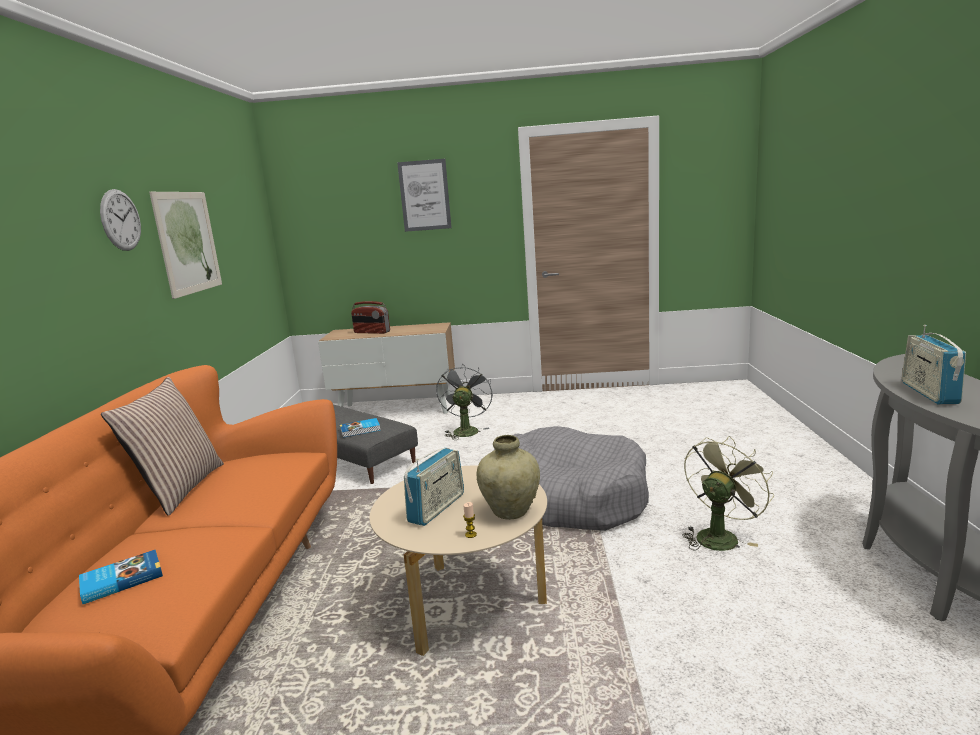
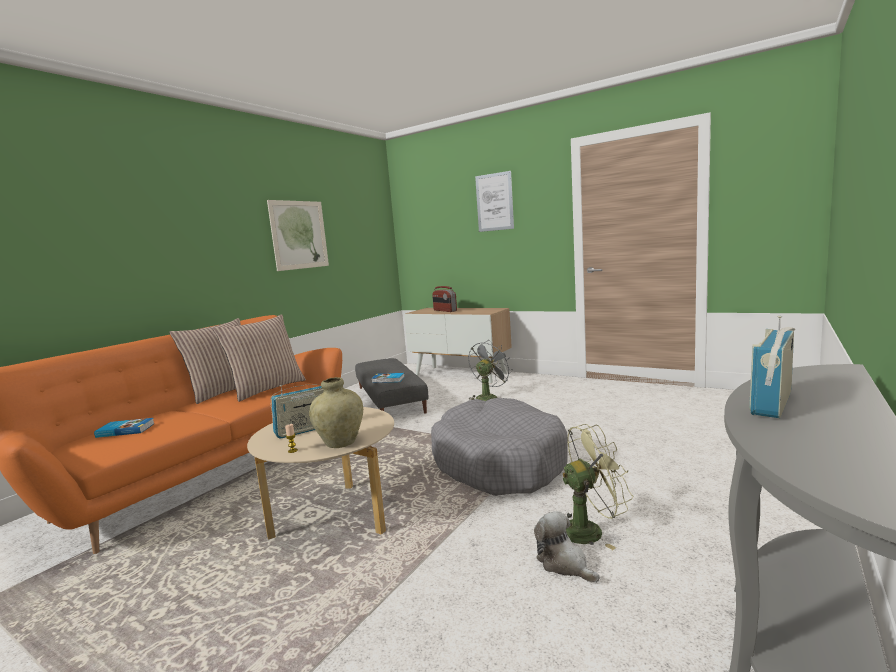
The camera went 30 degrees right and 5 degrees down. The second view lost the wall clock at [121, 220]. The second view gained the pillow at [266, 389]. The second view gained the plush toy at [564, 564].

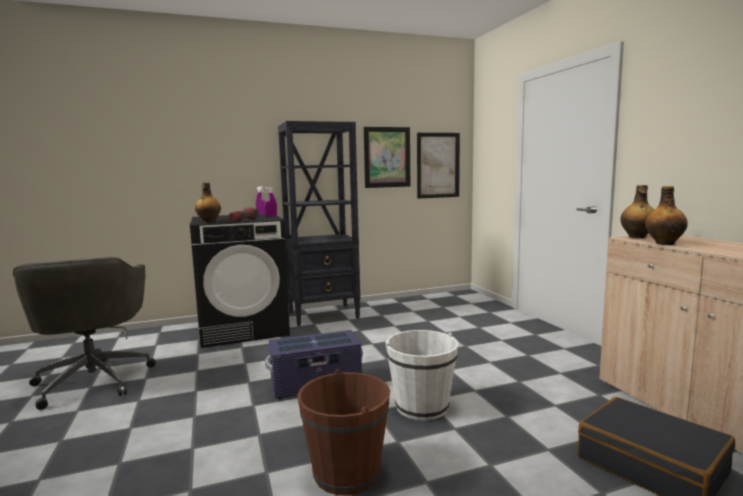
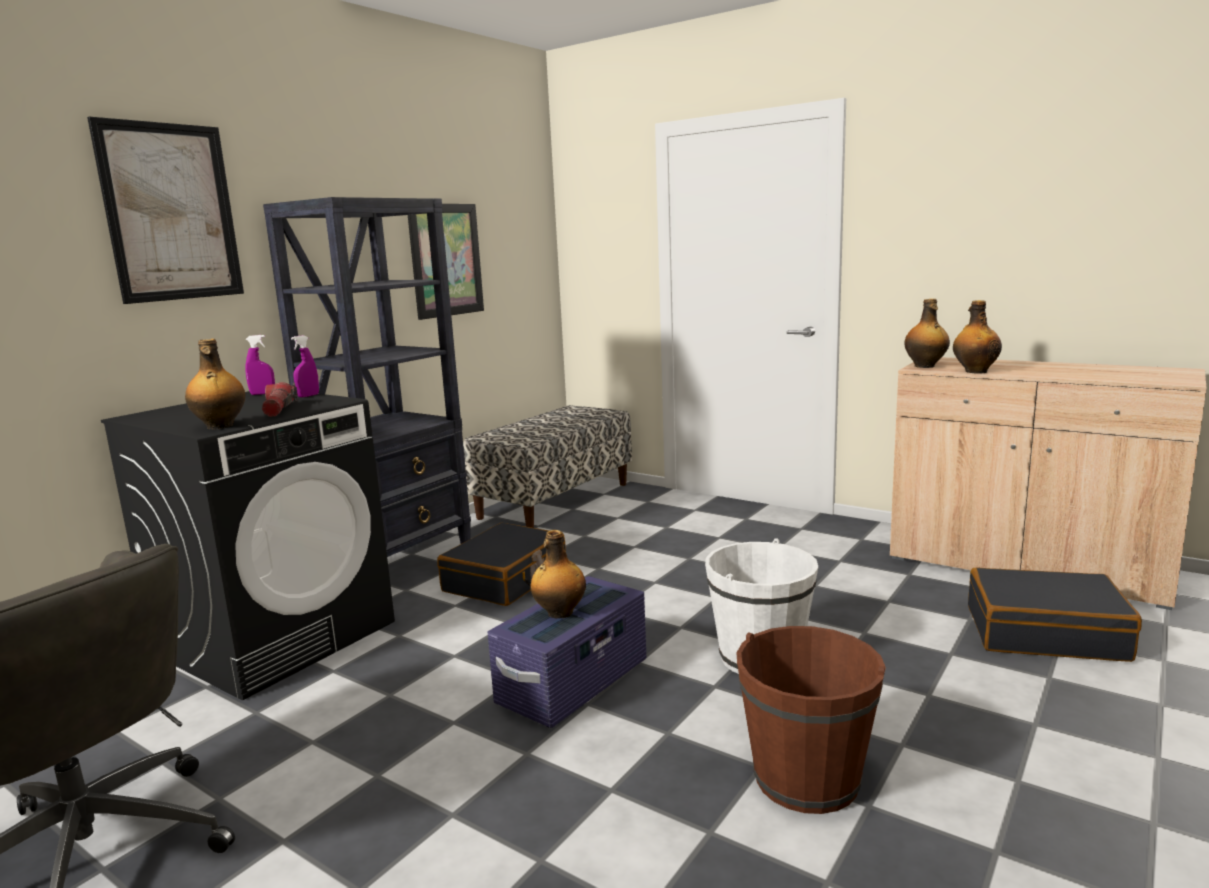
The camera went 35 degrees left and 5 degrees up. The picture ended up elsewhere, having gone from [438, 165] to [171, 212]. The second view gained the bench at [555, 500]. The second view gained the black suitcase at [506, 580]. The second view gained the bottle at [559, 613].

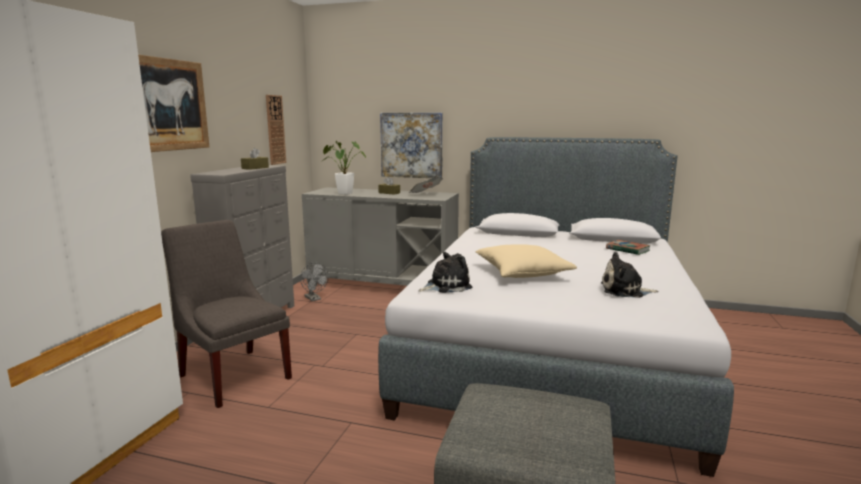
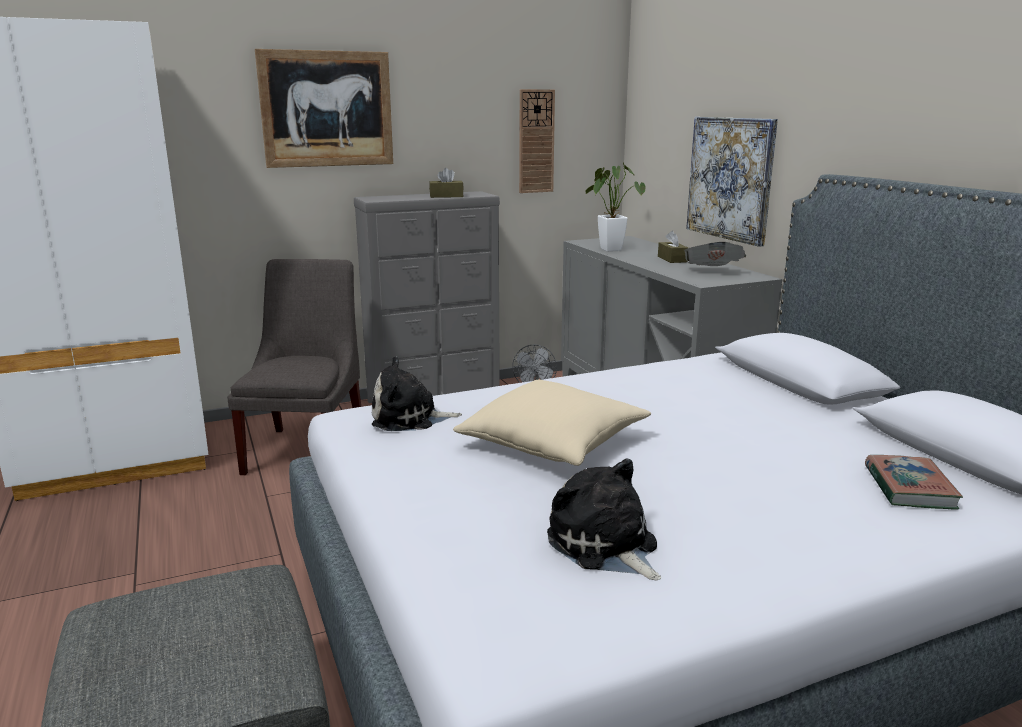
The camera went 50 degrees right and 5 degrees up. The plush toy at [446, 286] ended up facing another way, 150 degrees clockwise from before.

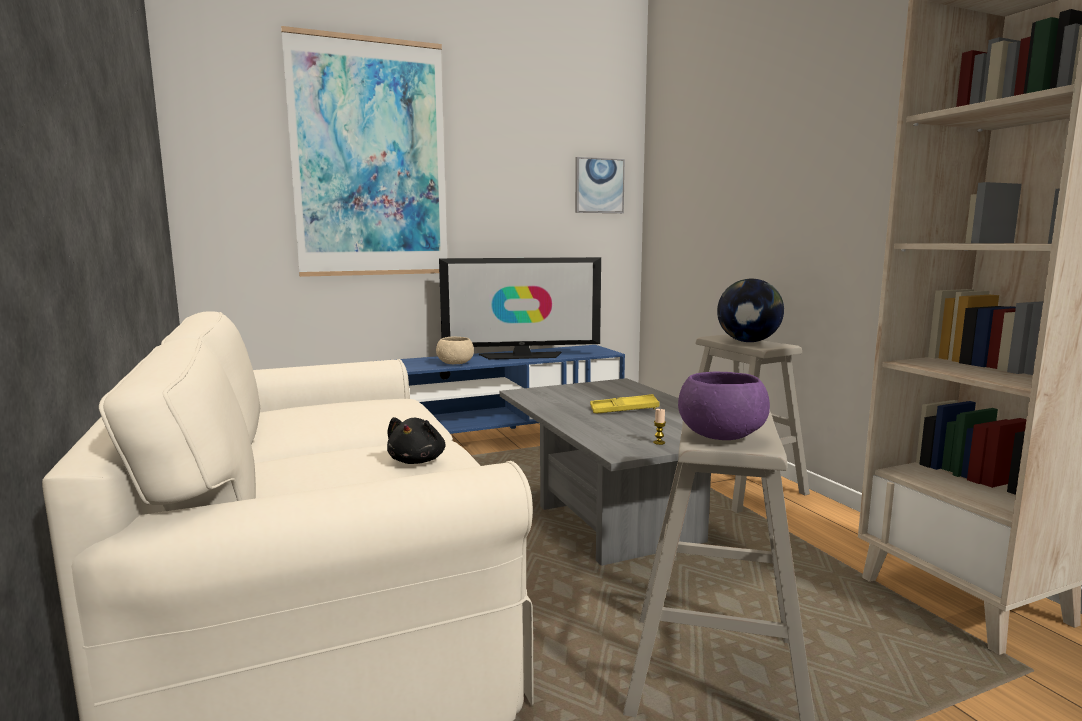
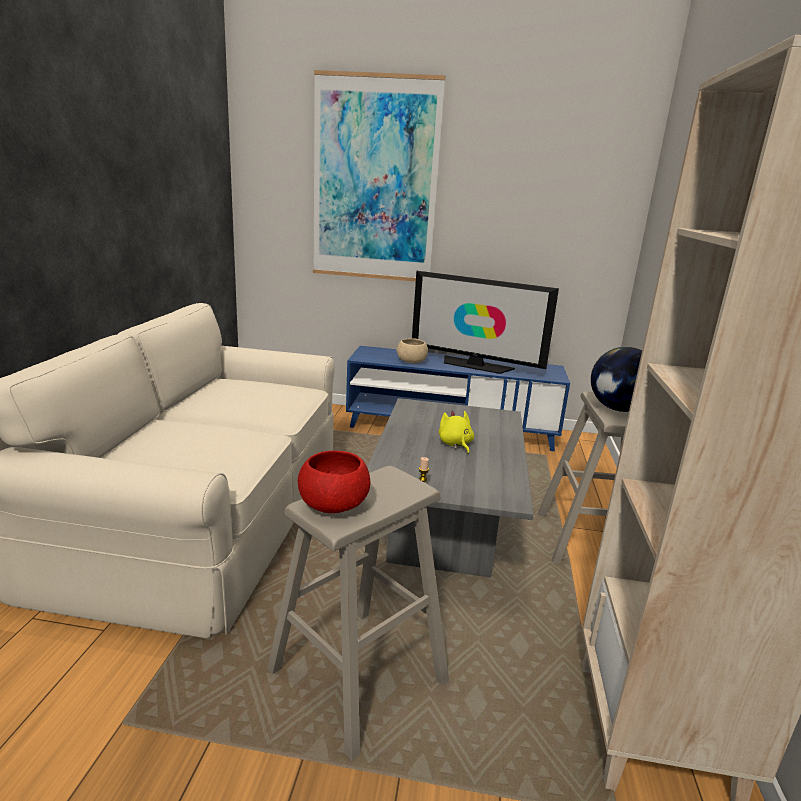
The camera went 30 degrees right and 10 degrees up. The second view lost the picture at [599, 185]. What was the purple bowl at [721, 435] turned into the red bowl at [334, 505]. Where the yellow tray stood at [624, 409], the yellow plush toy came to stand at [455, 444]. The second view lost the black plush toy at [418, 461].

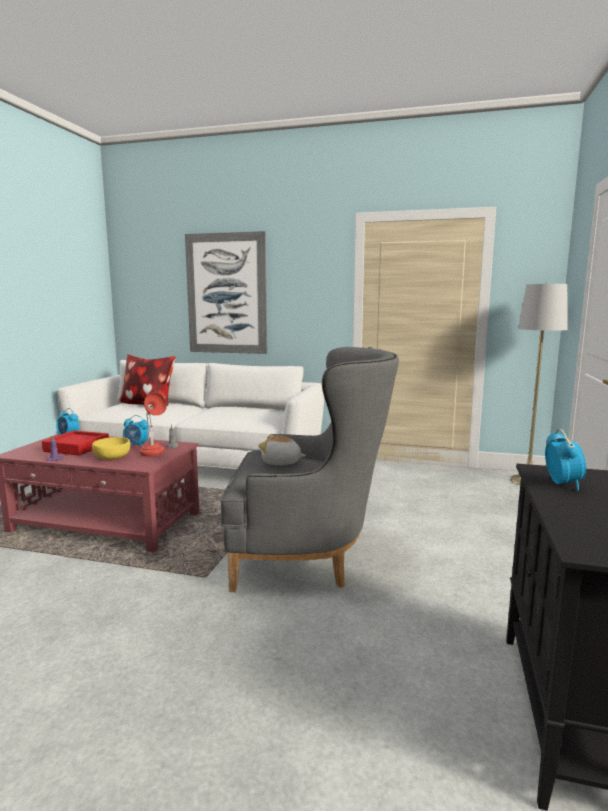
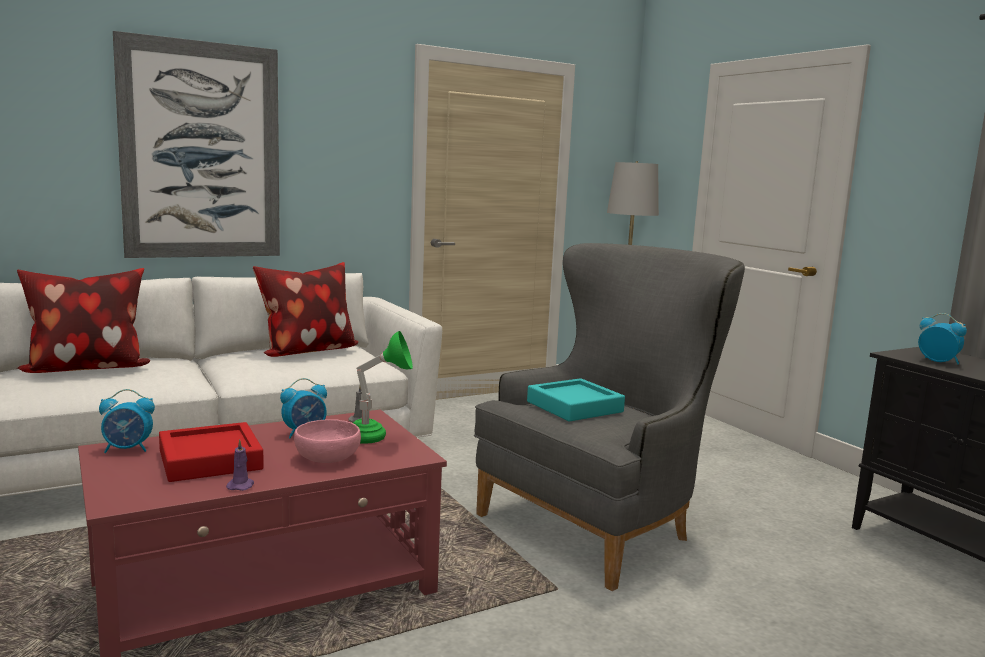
The camera went 45 degrees left and 0 degrees up. What was the red table lamp at [154, 455] turned into the green table lamp at [377, 438]. Where the plush toy stood at [281, 462], the turquoise tray came to stand at [574, 407]. What was the yellow bowl at [112, 457] turned into the pink bowl at [326, 458]. The second view gained the pillow at [307, 351].

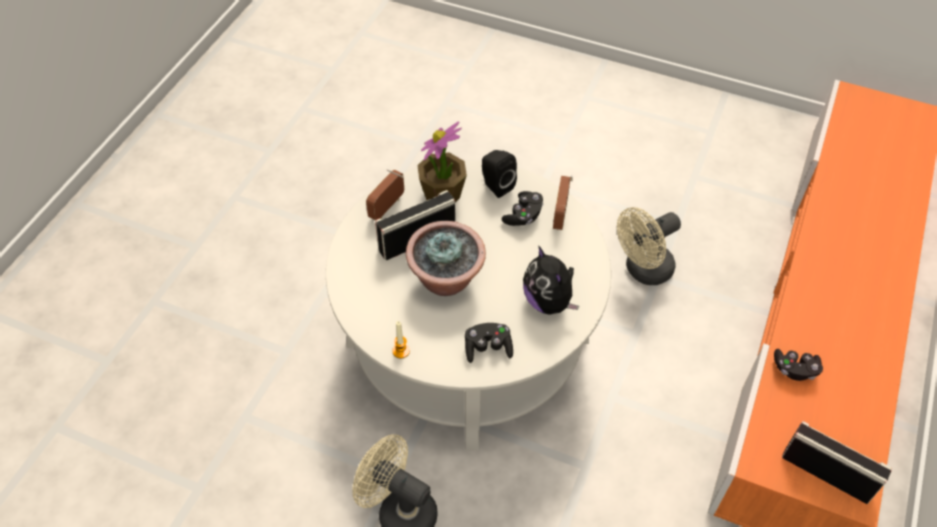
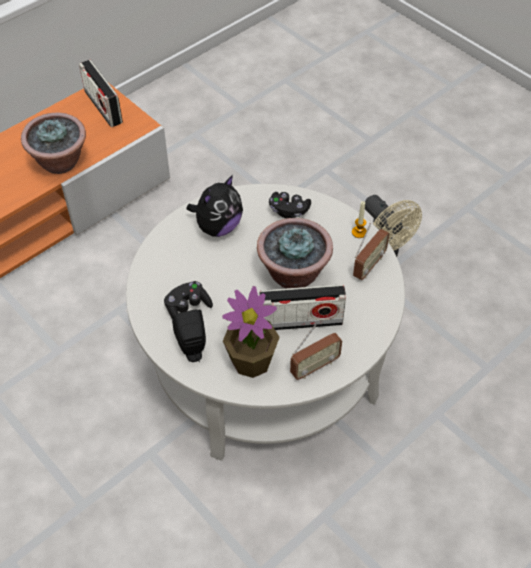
The camera went 155 degrees left and 0 degrees up. The radio ended up elsewhere, having gone from [560, 215] to [369, 266]. The second view lost the beige fan at [643, 271]. The plush toy at [549, 302] ended up facing another way, 45 degrees clockwise from before. Where the black game controller stood at [794, 370], the potted plant came to stand at [60, 163].

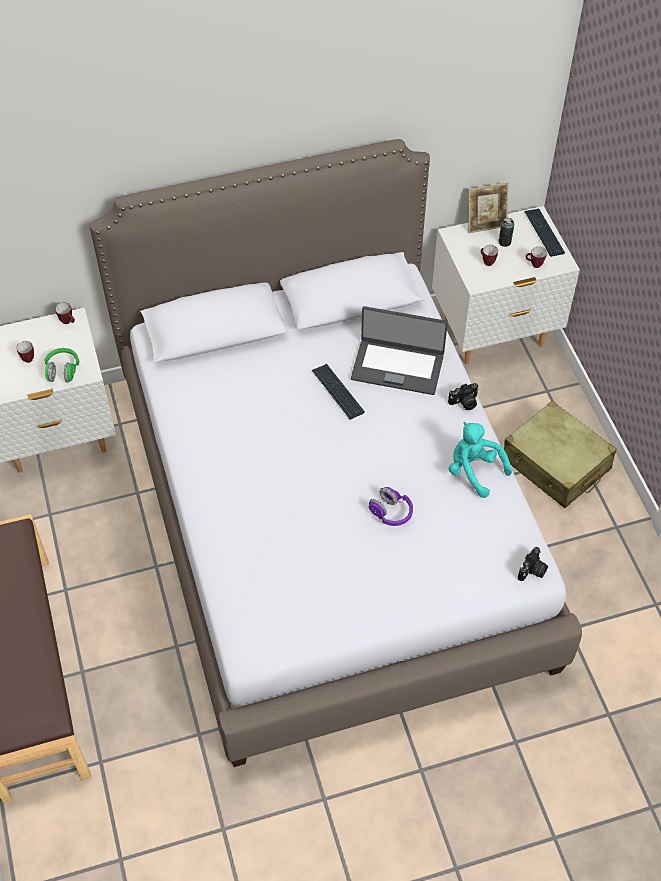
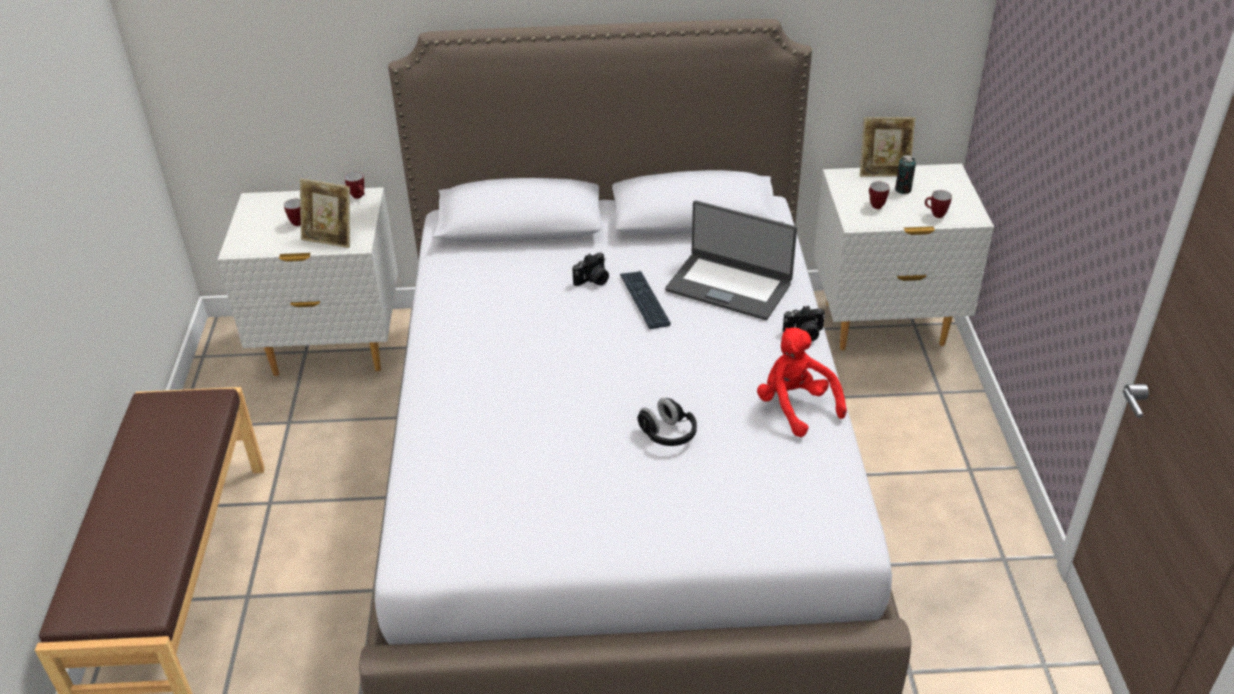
The camera went 15 degrees right and 15 degrees down. The second view lost the keyboard at [544, 233]. Where the green headphones stood at [62, 371], the picture frame came to stand at [330, 238]. The second view lost the beige suitcase at [556, 464]. What was the turquoise plush toy at [474, 470] turned into the red plush toy at [795, 406]. What was the purple headphones at [391, 512] turned into the black headphones at [667, 434]. The photo camera ended up elsewhere, having gone from [532, 571] to [593, 280].

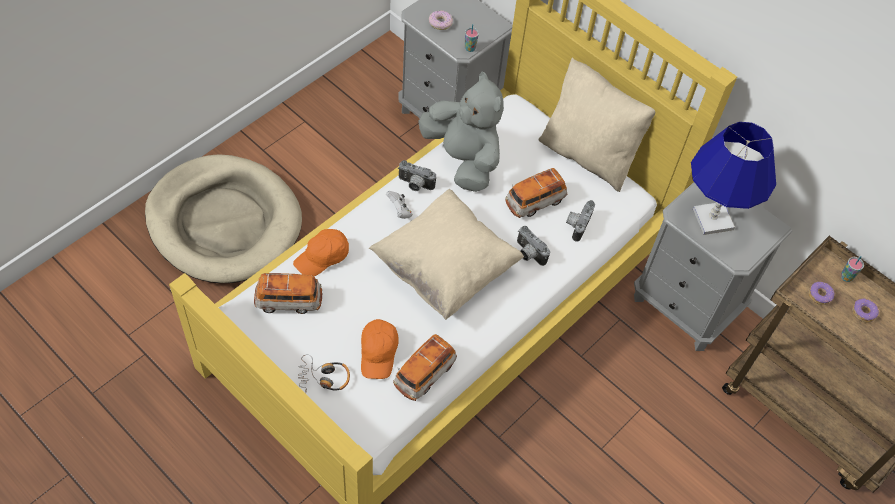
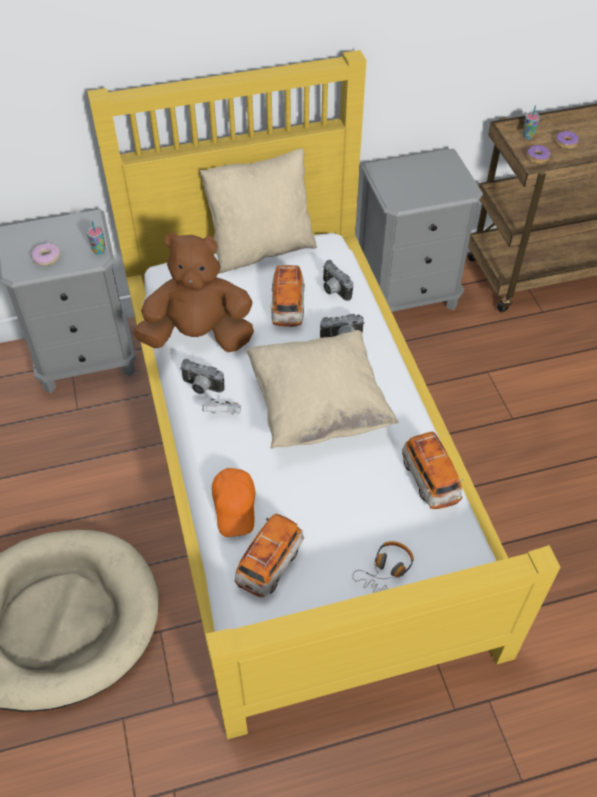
The camera went 55 degrees left and 5 degrees down. What was the grey plush toy at [463, 159] turned into the brown plush toy at [199, 336]. The second view lost the blue table lamp at [712, 219]. The photo camera at [415, 185] ended up facing another way, 60 degrees clockwise from before. The second view lost the orange cap at [378, 353].

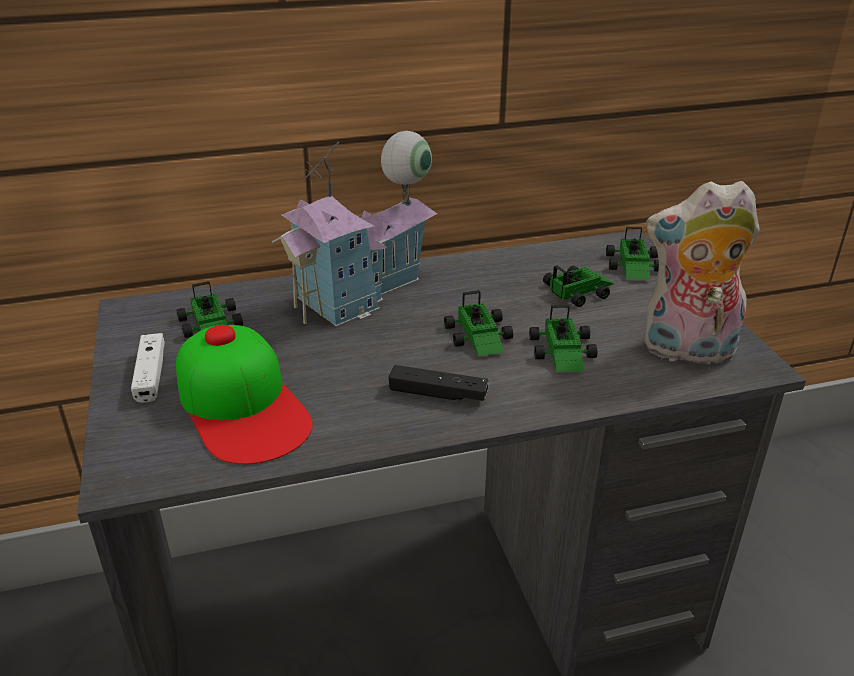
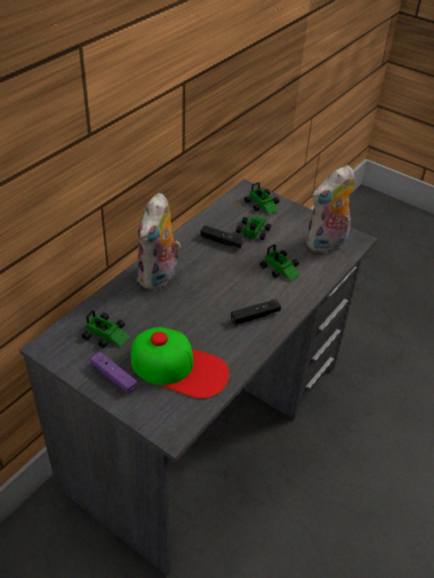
The camera went 40 degrees left and 10 degrees up. Where the toy house stood at [363, 293], the plush toy came to stand at [159, 277]. The second view lost the toy car at [480, 337]. What was the white game controller at [151, 375] turned into the purple game controller at [114, 377]. The second view gained the black game controller at [222, 241].

